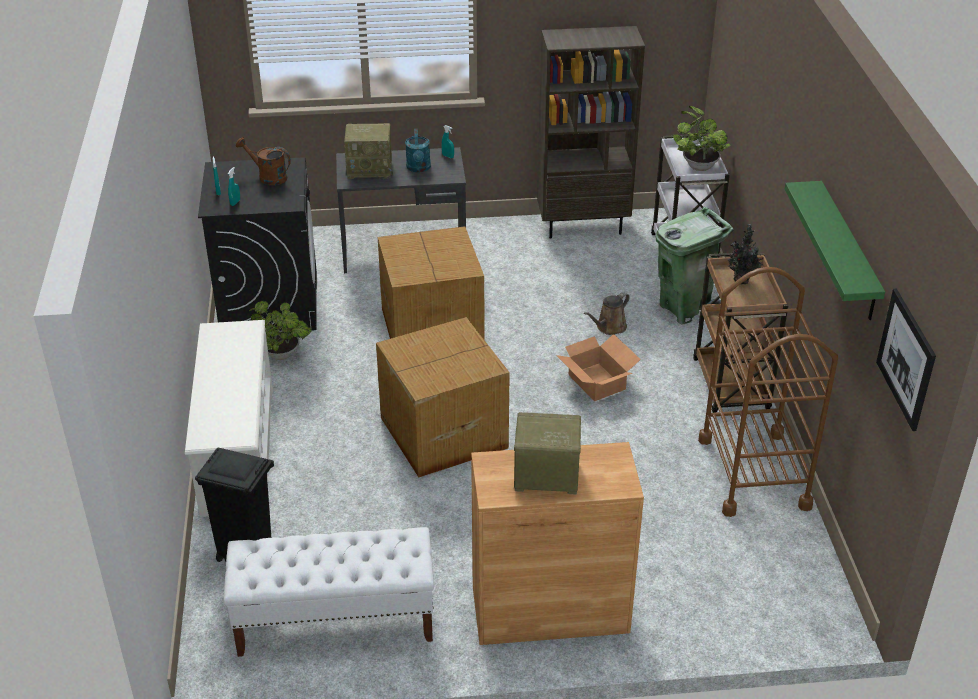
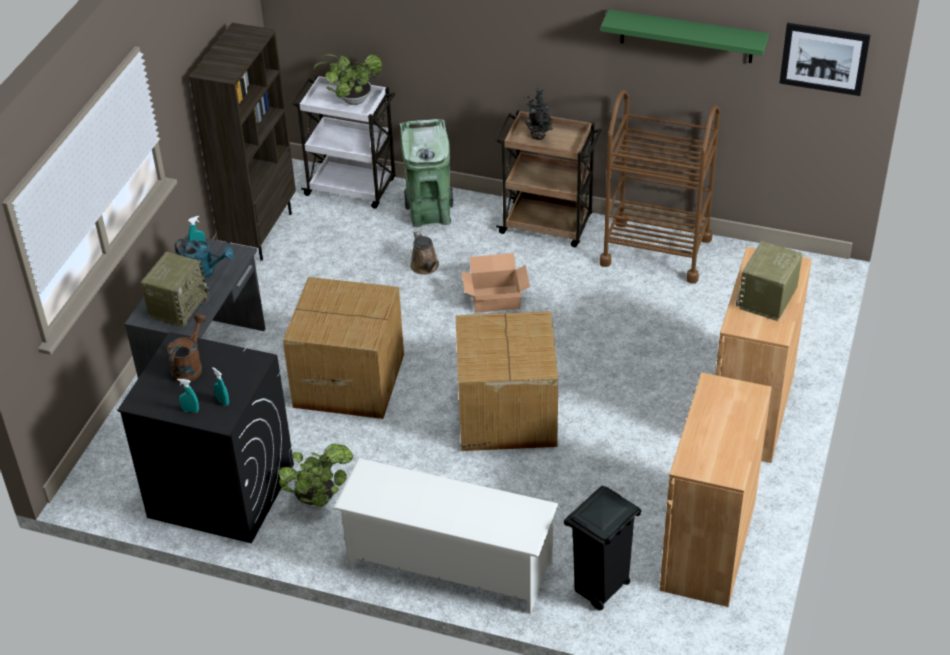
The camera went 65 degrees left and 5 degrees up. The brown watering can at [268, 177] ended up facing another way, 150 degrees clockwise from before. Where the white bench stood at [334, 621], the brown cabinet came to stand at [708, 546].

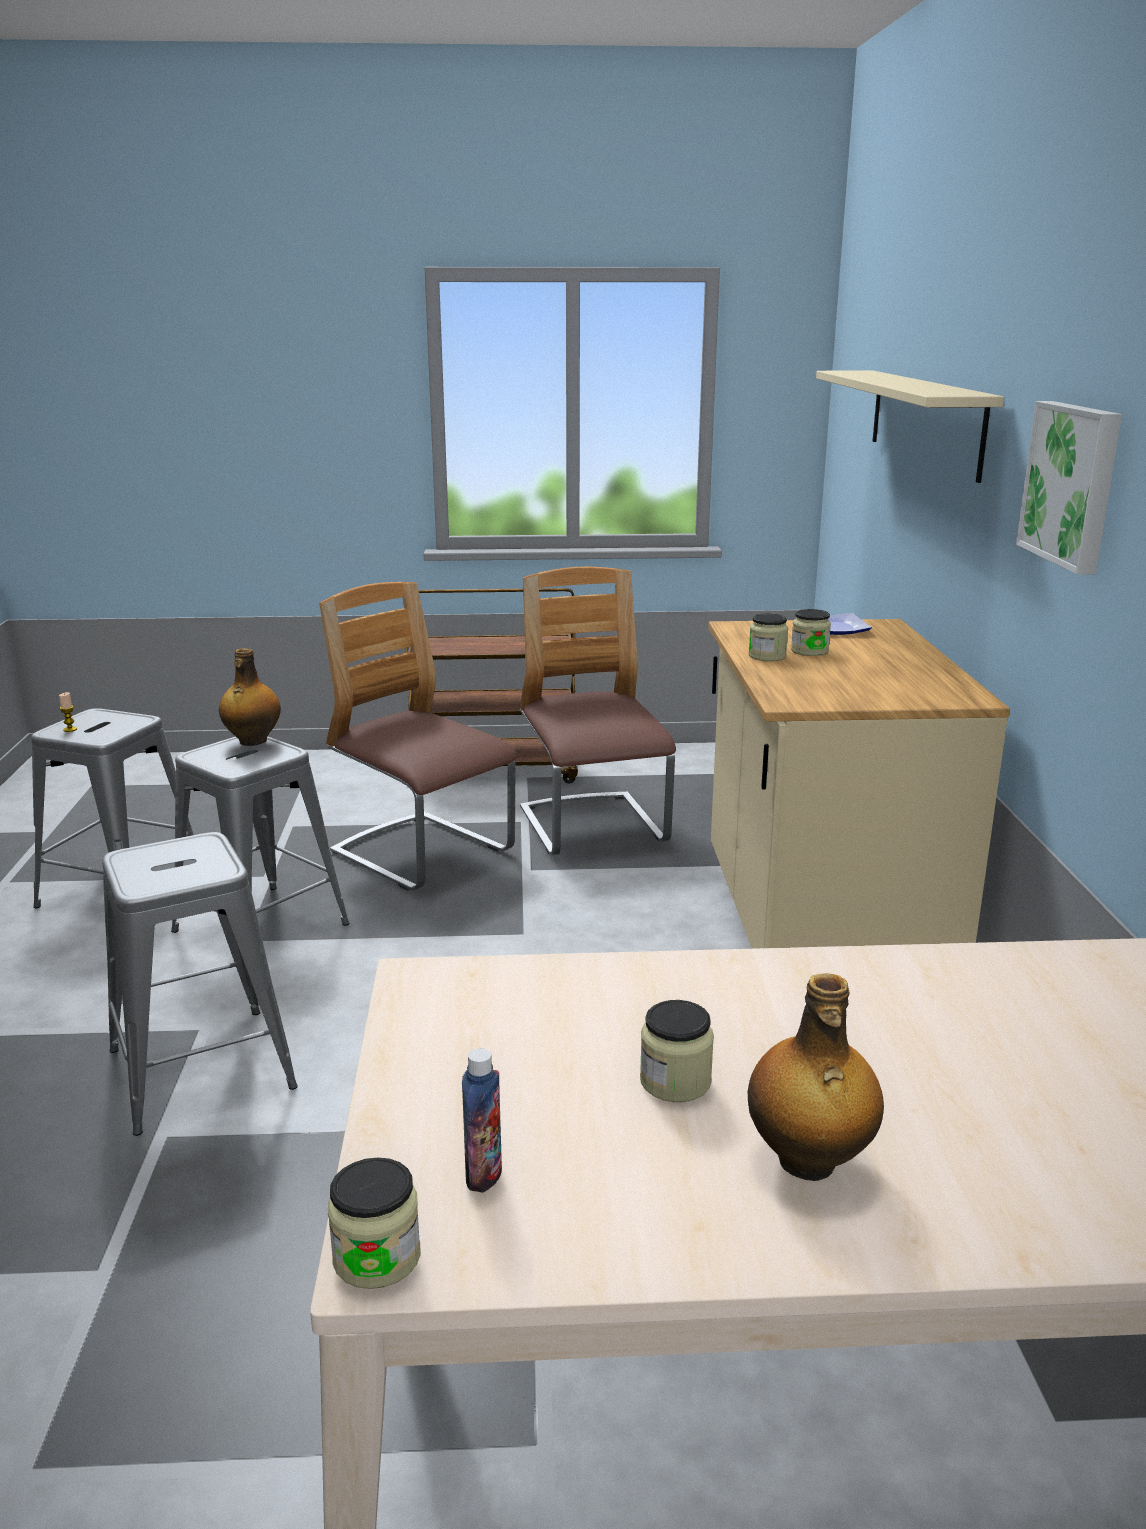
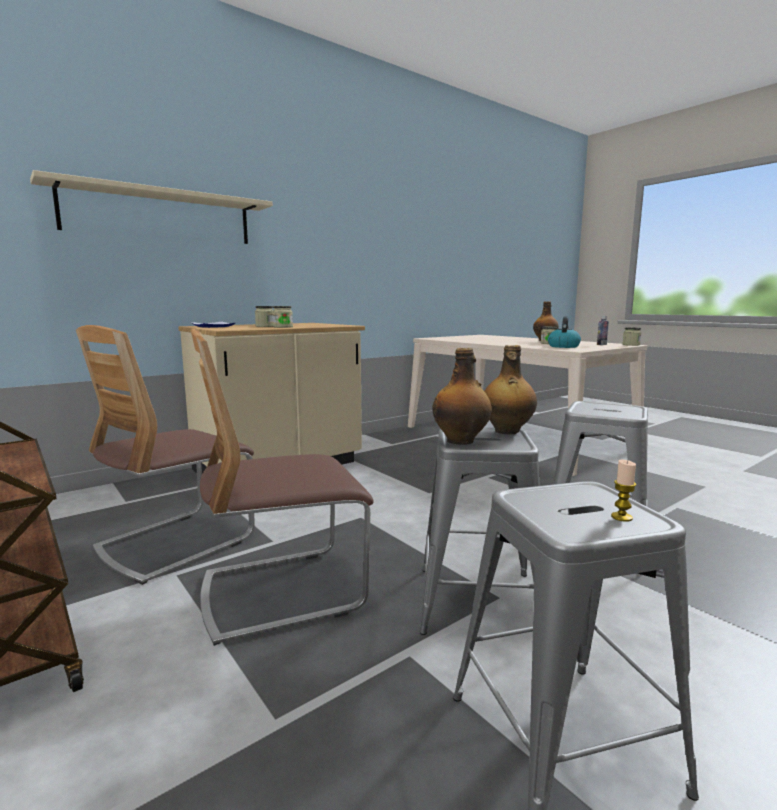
The camera went 125 degrees left and 10 degrees down. The second view lost the picture at [1073, 484]. The chair at [422, 854] ended up facing another way, 60 degrees clockwise from before. The second view gained the kettle at [563, 346]. The second view gained the bottle at [506, 431].

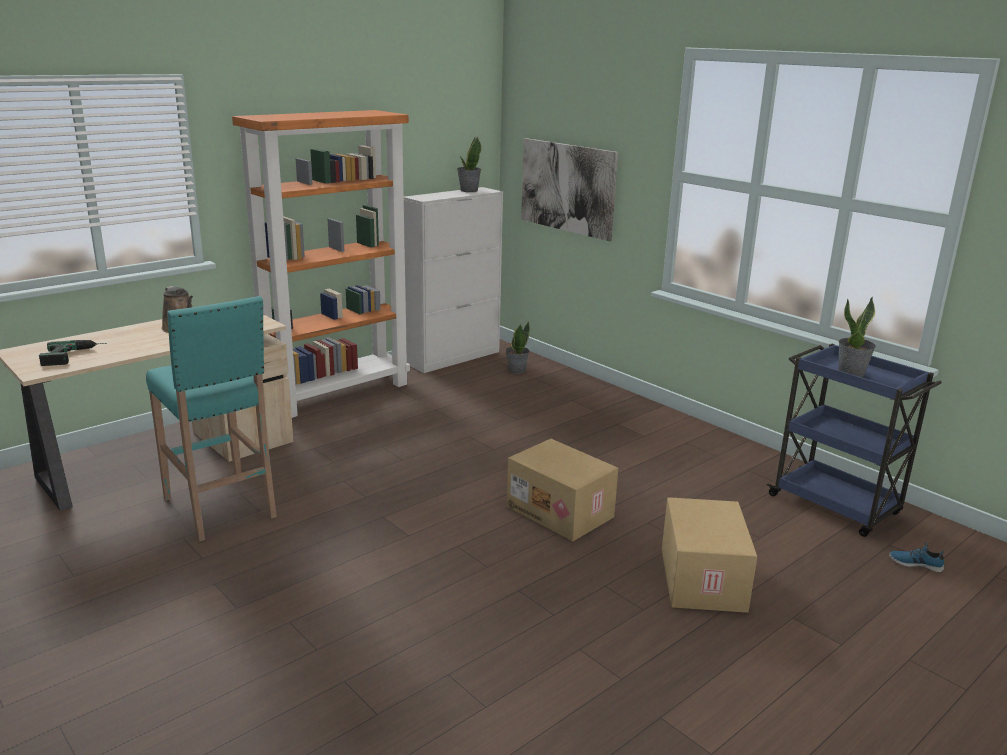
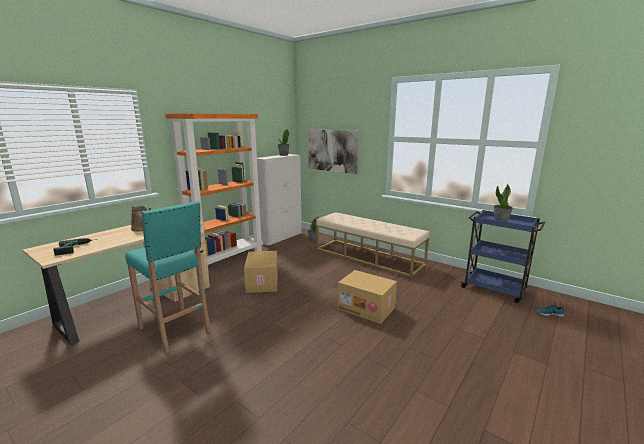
The camera went 10 degrees left and 5 degrees down. The cardboard box ended up elsewhere, having gone from [700, 578] to [262, 282]. The second view gained the beige bench at [368, 257].

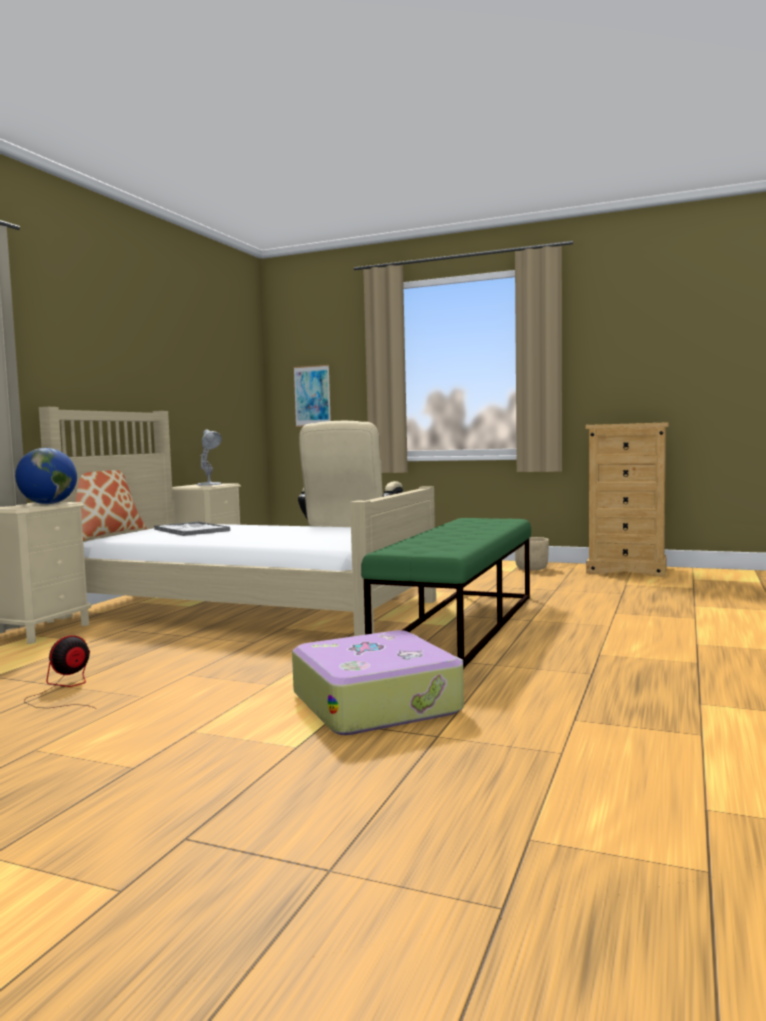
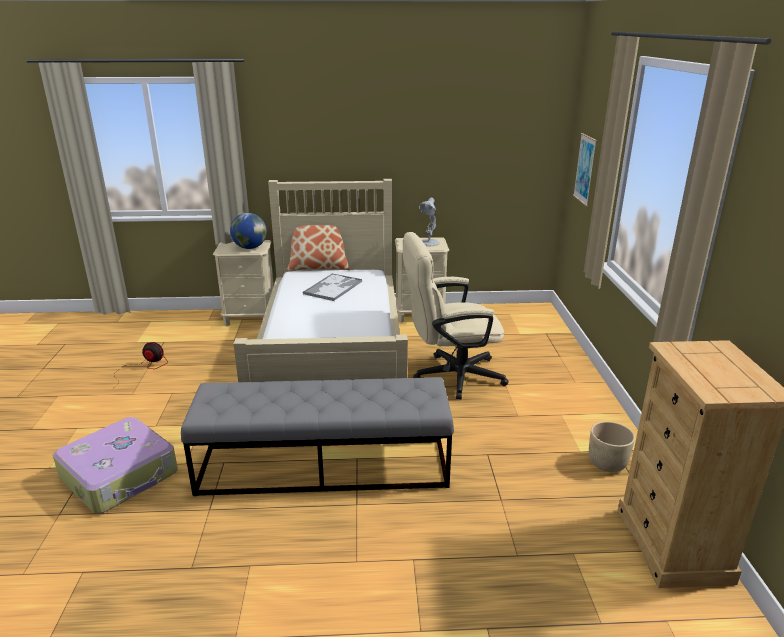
The camera went 65 degrees right and 20 degrees up. What was the green bench at [460, 624] turned into the grey bench at [325, 466].

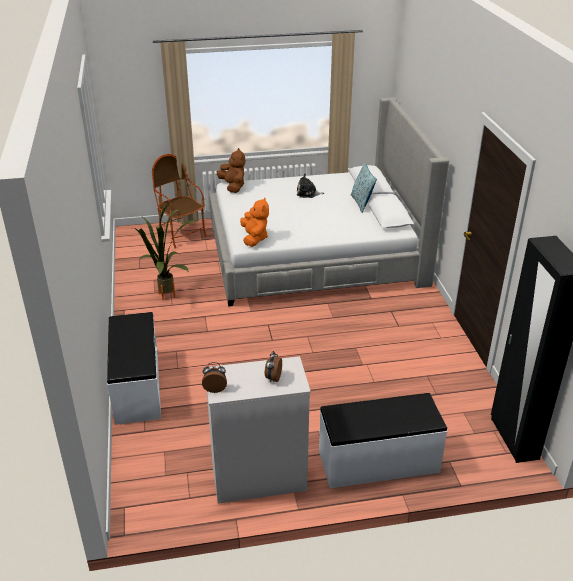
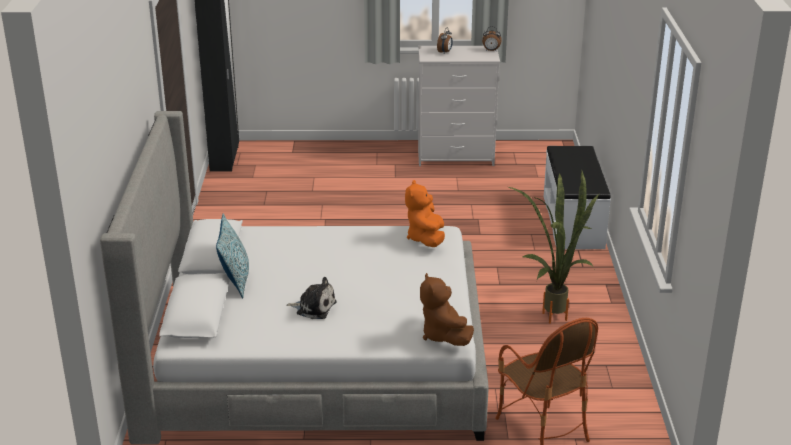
The camera went 170 degrees left and 5 degrees down. The second view lost the white bench at [378, 462].

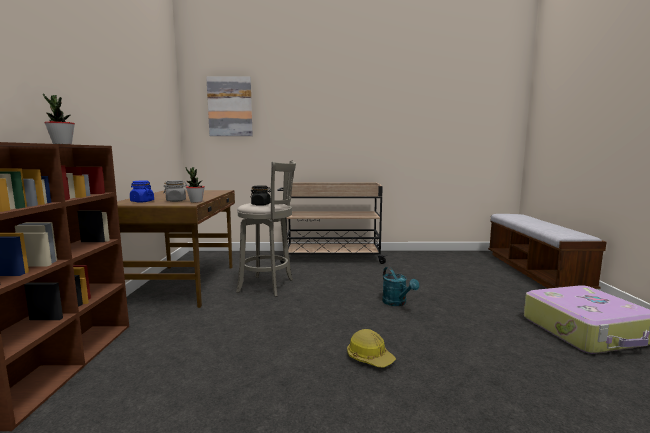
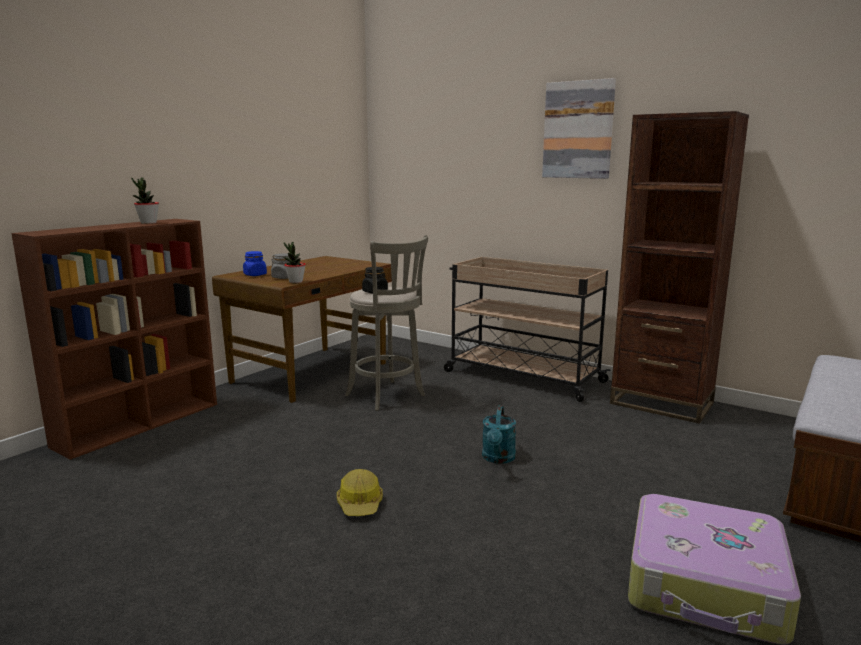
The camera went 35 degrees right and 5 degrees up. The picture ended up elsewhere, having gone from [230, 107] to [578, 130]. The second view gained the brown bookcase at [661, 403].

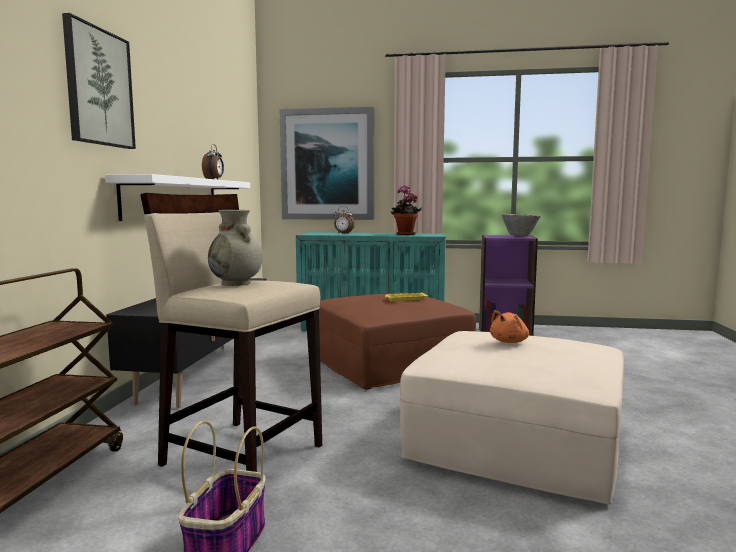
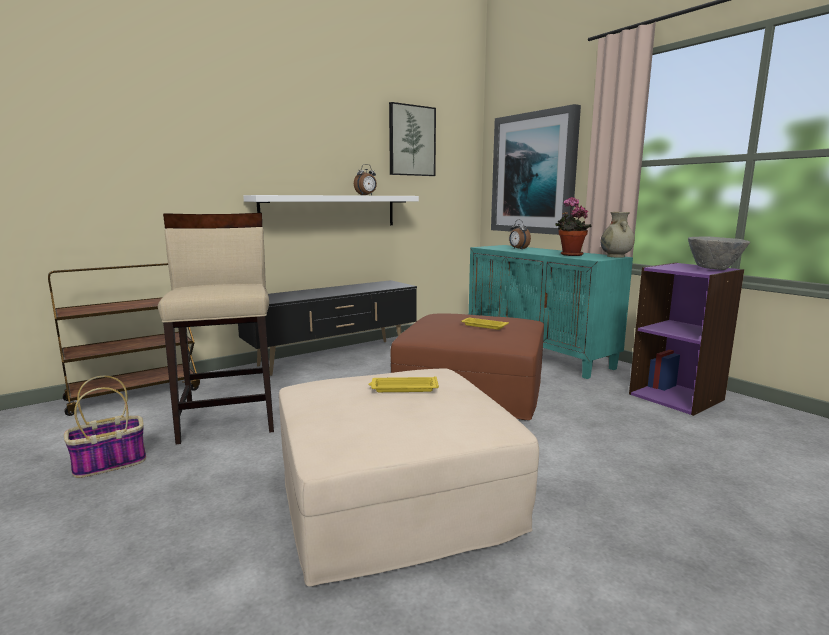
The camera went 45 degrees right and 5 degrees up. The picture ended up elsewhere, having gone from [98, 87] to [411, 141]. The beige vase ended up elsewhere, having gone from [236, 283] to [616, 256]. Where the orange plush toy stood at [509, 342], the yellow tray came to stand at [403, 388].

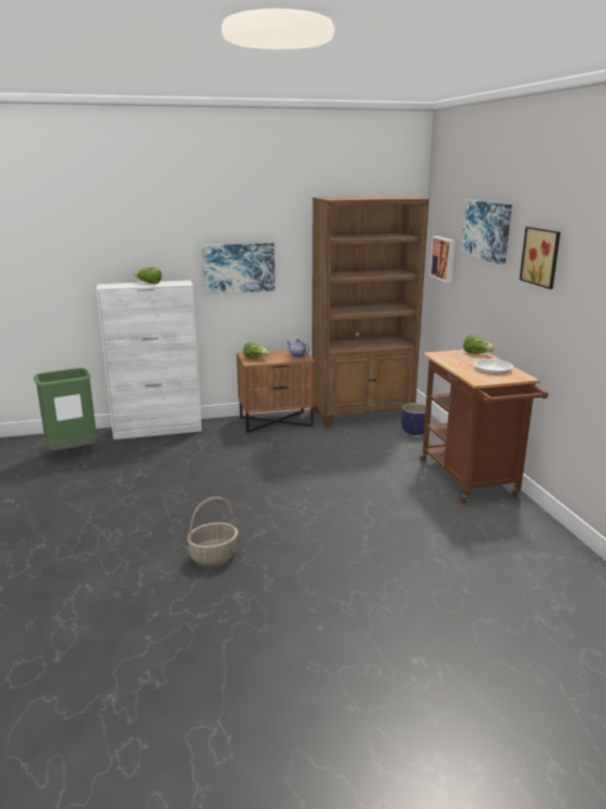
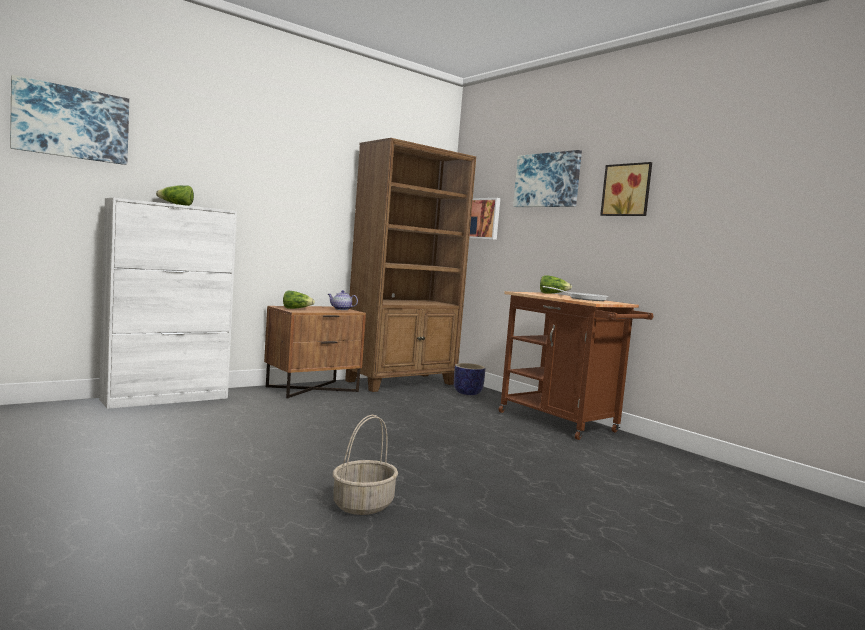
The camera went 25 degrees left and 15 degrees down. The picture ended up elsewhere, having gone from [238, 268] to [71, 123]. The second view lost the green trash can at [72, 452].

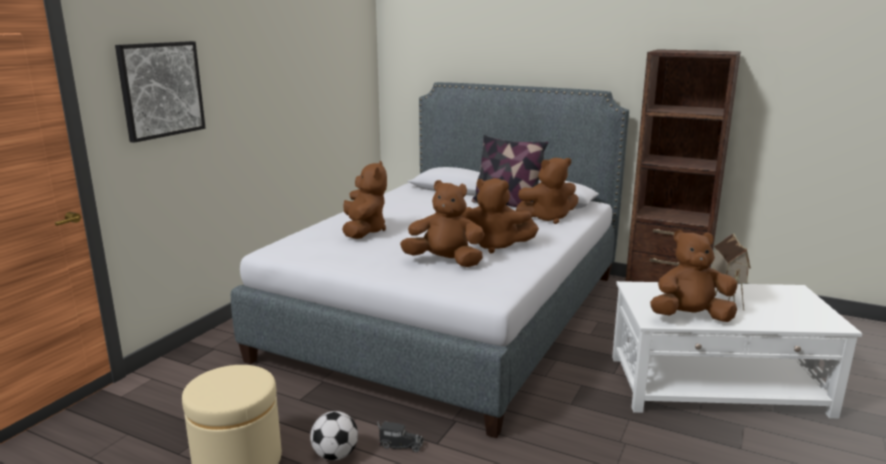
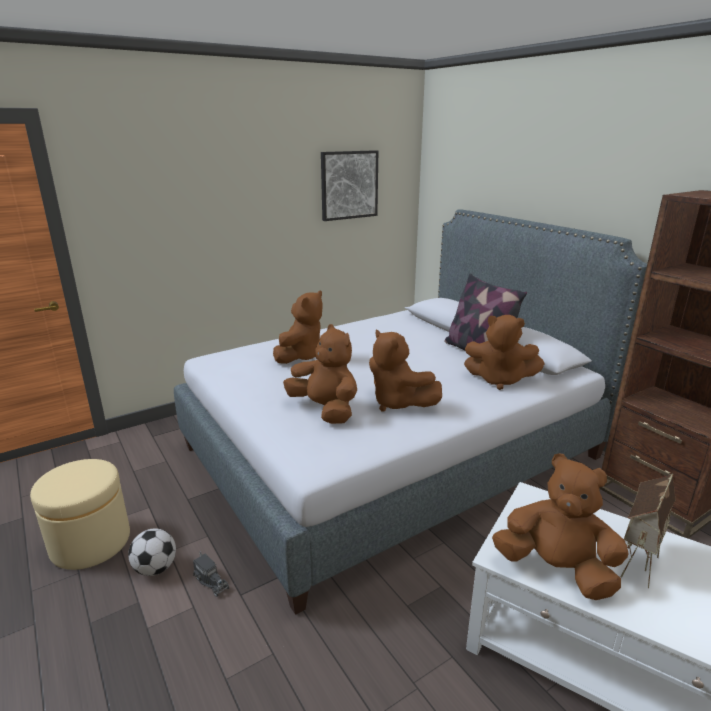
The camera went 30 degrees right and 5 degrees up. The picture ended up elsewhere, having gone from [161, 89] to [349, 185].

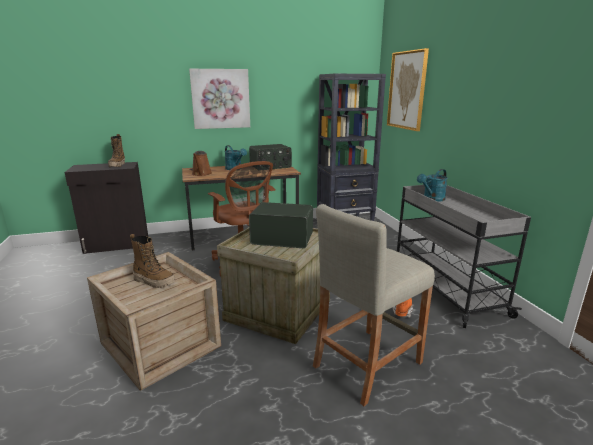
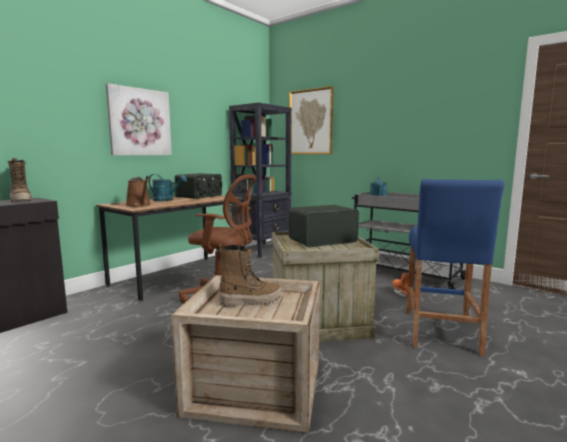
The camera went 35 degrees left and 10 degrees down. What was the beige stool at [367, 364] turned into the blue stool at [441, 331].

